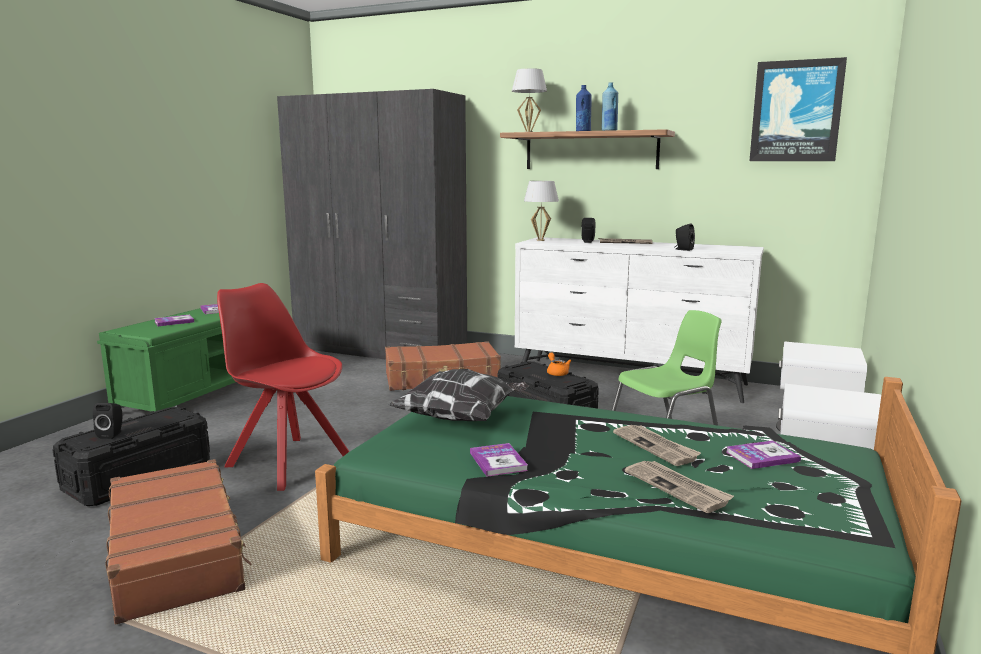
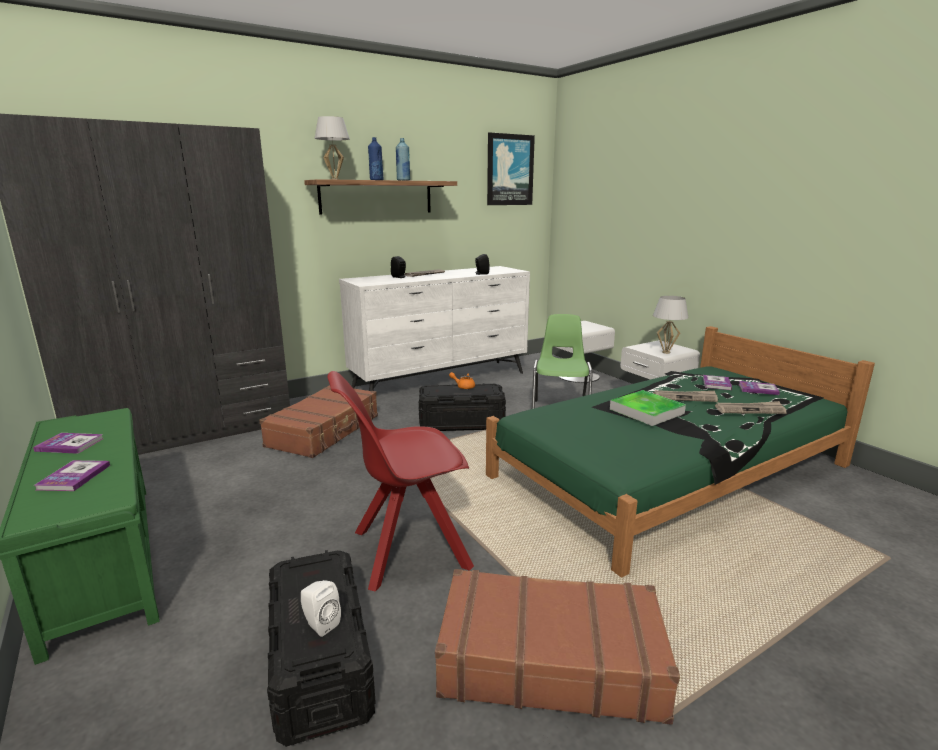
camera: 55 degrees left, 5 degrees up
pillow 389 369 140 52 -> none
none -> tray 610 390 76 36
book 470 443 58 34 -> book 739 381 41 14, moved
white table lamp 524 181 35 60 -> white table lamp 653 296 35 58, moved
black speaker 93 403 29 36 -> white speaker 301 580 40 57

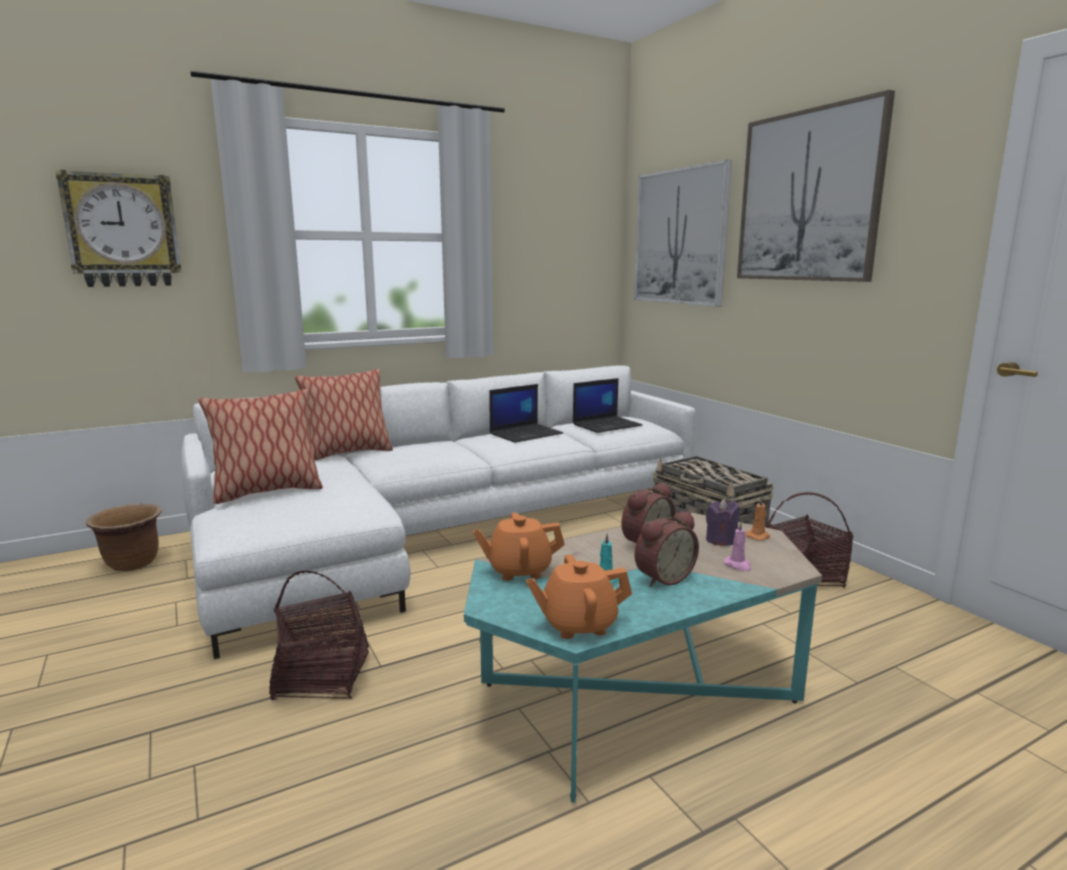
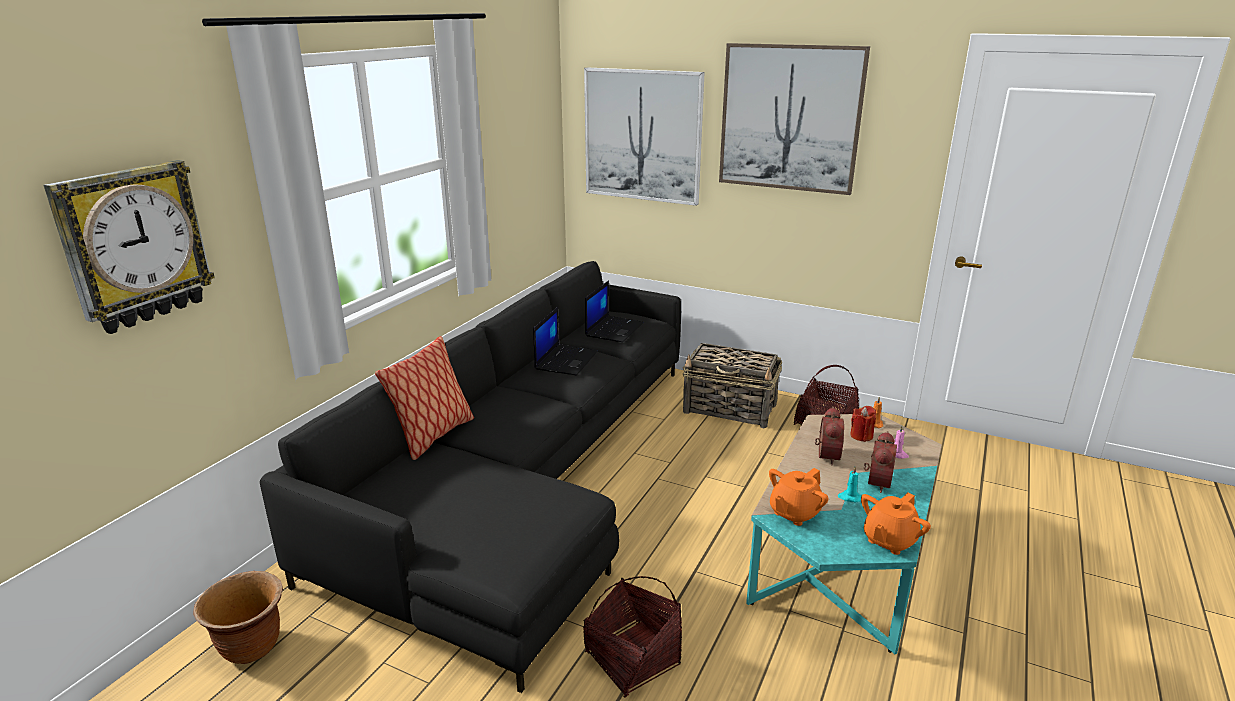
camera: 35 degrees left, 10 degrees up
pillow 198 389 125 115 -> none
white sofa 181 365 514 294 -> black sofa 260 261 421 432
purple candle 706 499 33 47 -> red candle 850 406 26 36

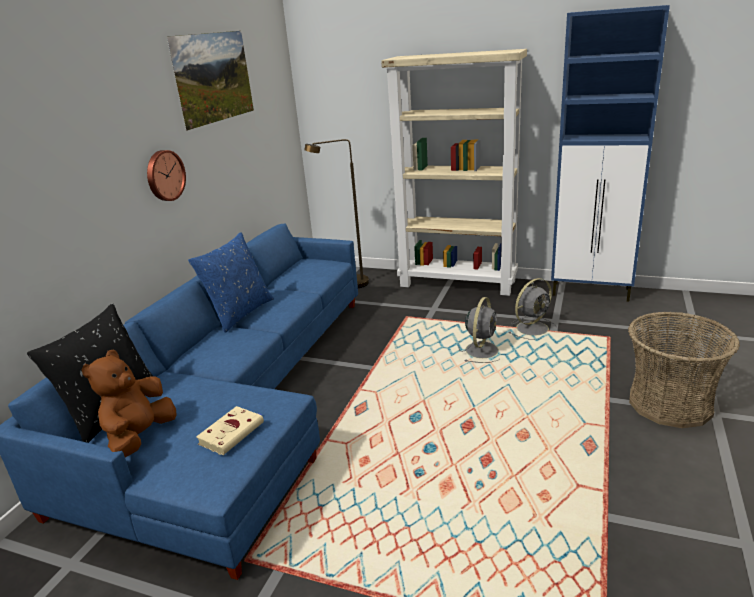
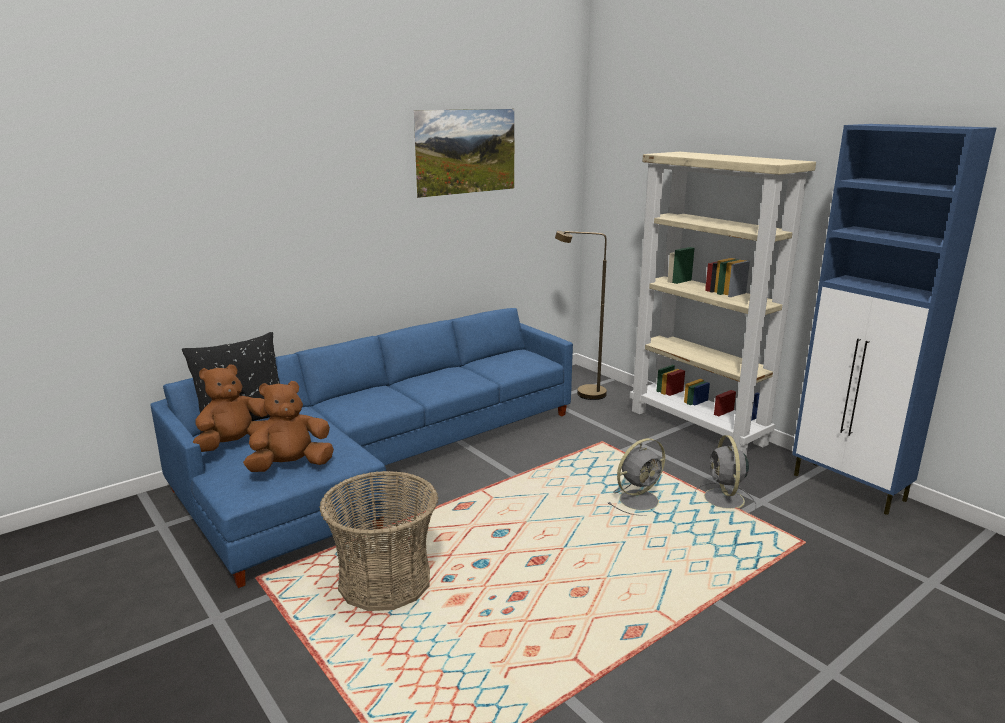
camera: 30 degrees right, 5 degrees down
wall clock 147 150 39 51 -> none
blue pillow 188 232 86 101 -> none
basket 628 312 112 116 -> basket 319 471 119 140, moved
beige book 196 406 68 49 -> brown plush toy 243 381 91 91
grey fan 508 278 50 62 -> grey fan 695 435 62 78, 90 degrees clockwise

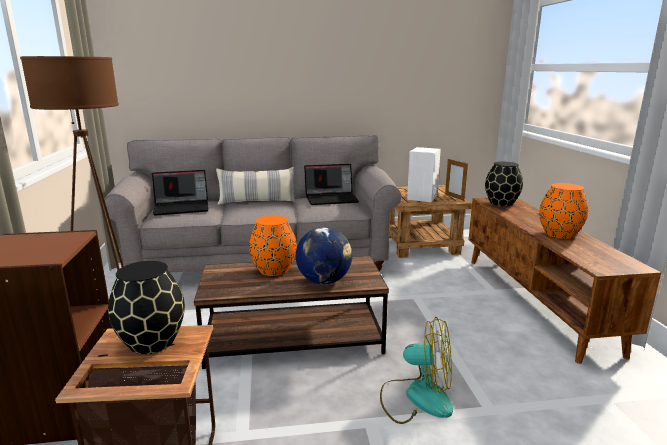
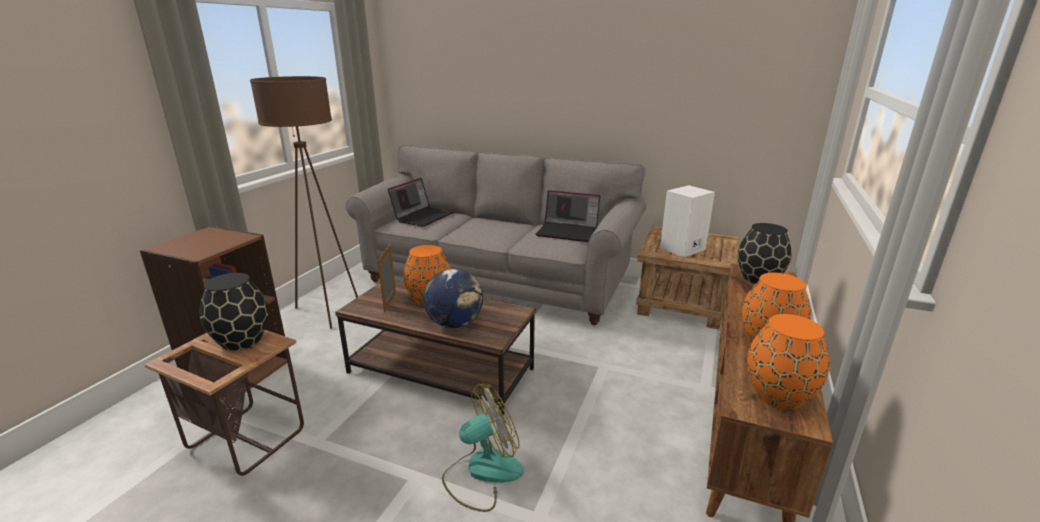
camera: 30 degrees right, 5 degrees up
pillow 216 167 80 38 -> none
none -> orange vase 747 314 83 96
picture frame 445 159 23 42 -> picture frame 378 244 18 69, moved
laptop 152 170 57 46 -> laptop 388 178 65 49, 75 degrees counterclockwise
fan 380 317 73 107 -> fan 442 384 82 128, 75 degrees counterclockwise

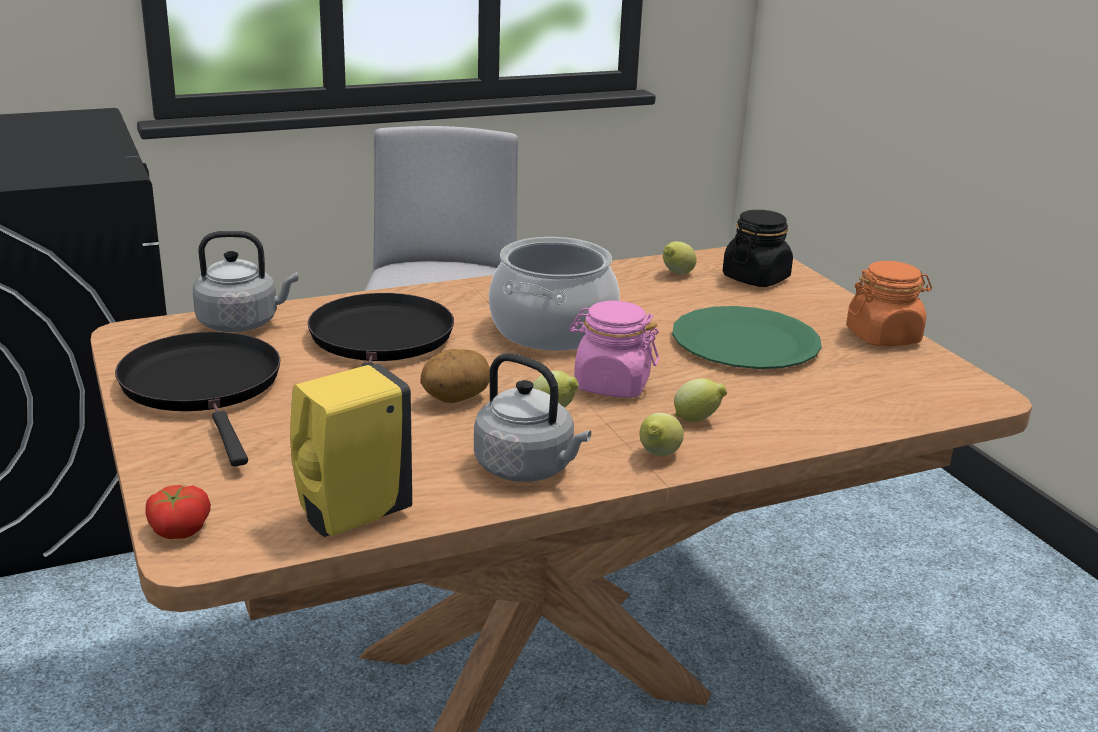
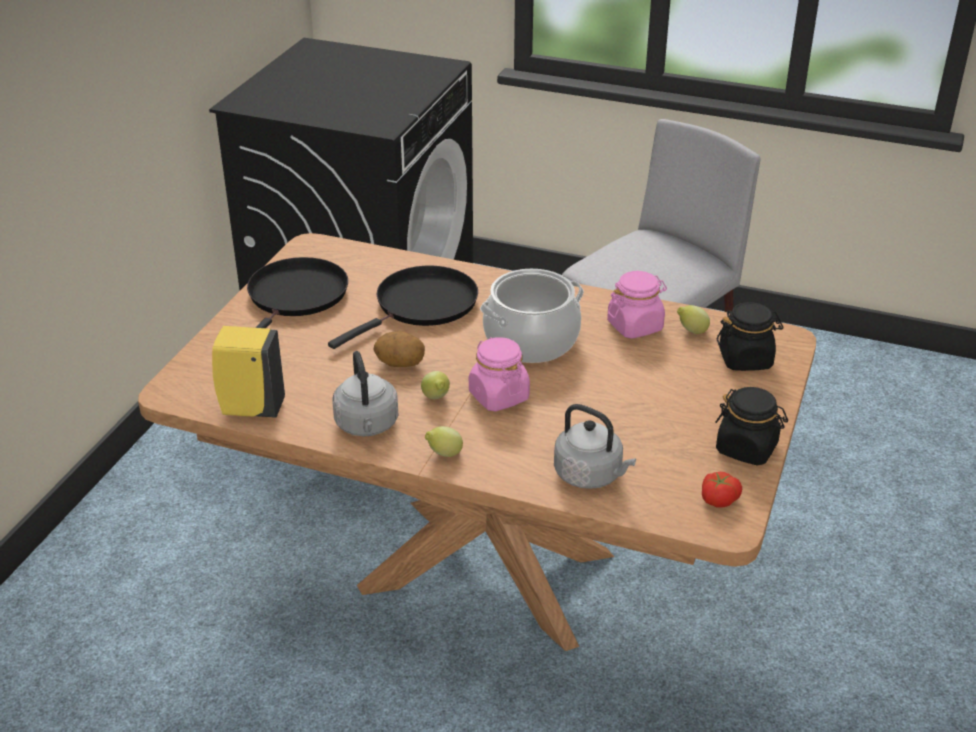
camera: 45 degrees right, 10 degrees up
green plate 672 306 150 63 -> none
lemon 674 378 53 44 -> none
none -> pink jar 607 271 60 68
tomato 146 485 65 54 -> tomato 702 472 40 36, moved
grey kettle 193 231 105 101 -> grey kettle 554 404 82 85, moved
orange jar 846 261 86 85 -> black jar 715 387 73 78

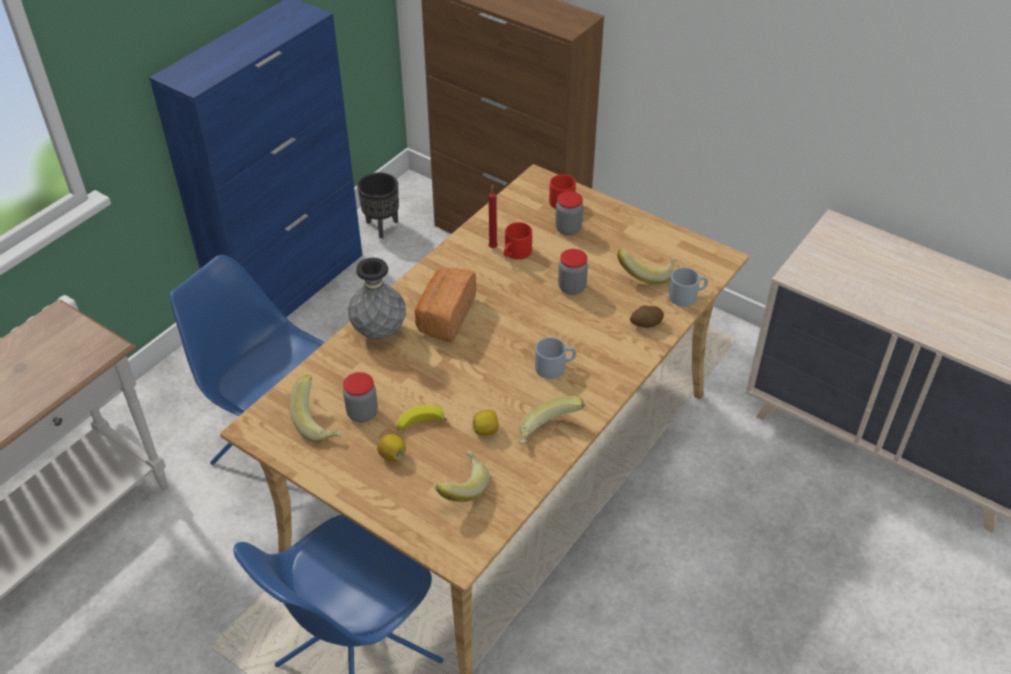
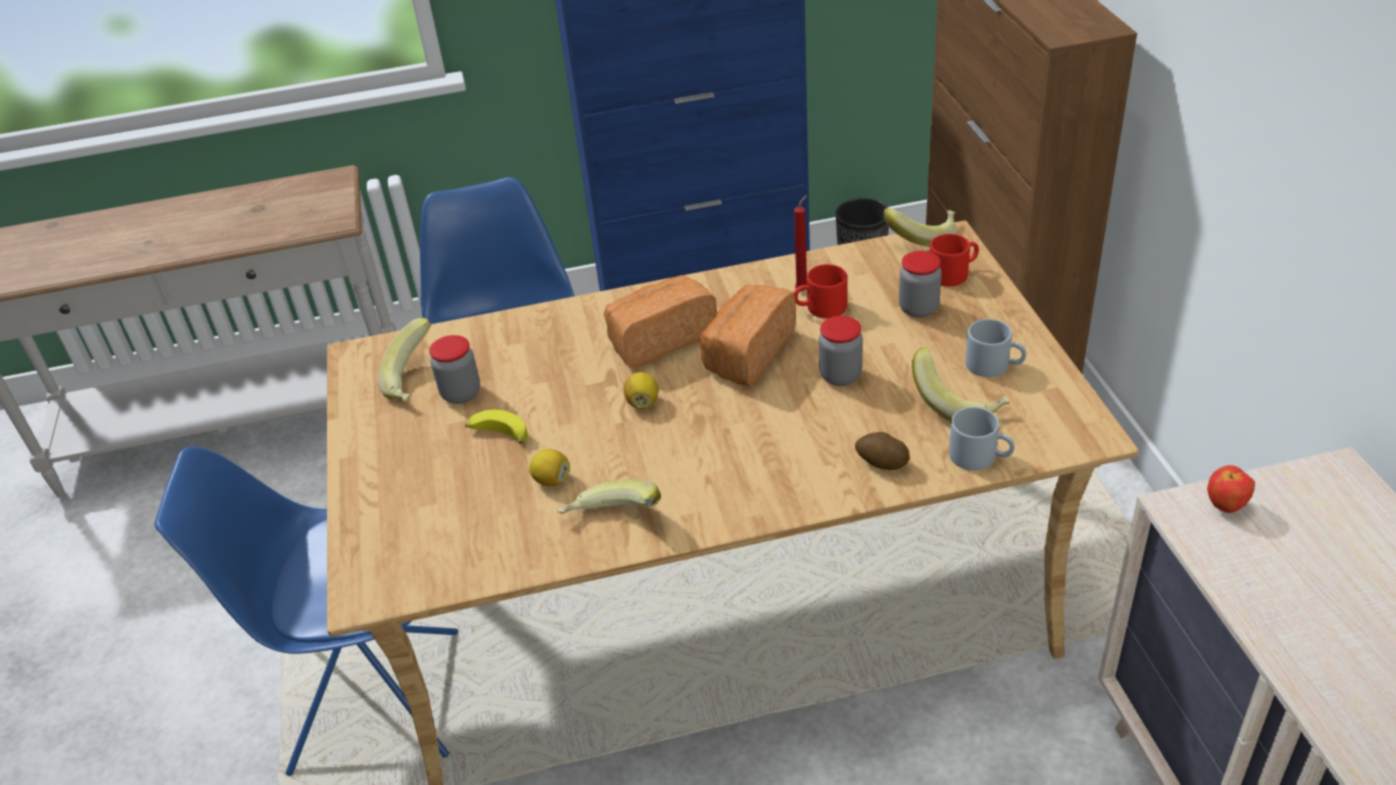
camera: 45 degrees right, 5 degrees down
grey vase 348 258 58 81 -> none
none -> bread 699 285 97 102
none -> apple 1207 465 48 48
lemon 377 434 29 28 -> lemon 623 372 36 37, moved
banana 435 451 55 51 -> banana 883 207 75 40, moved
grey mug 535 337 41 42 -> grey mug 965 319 61 58, moved

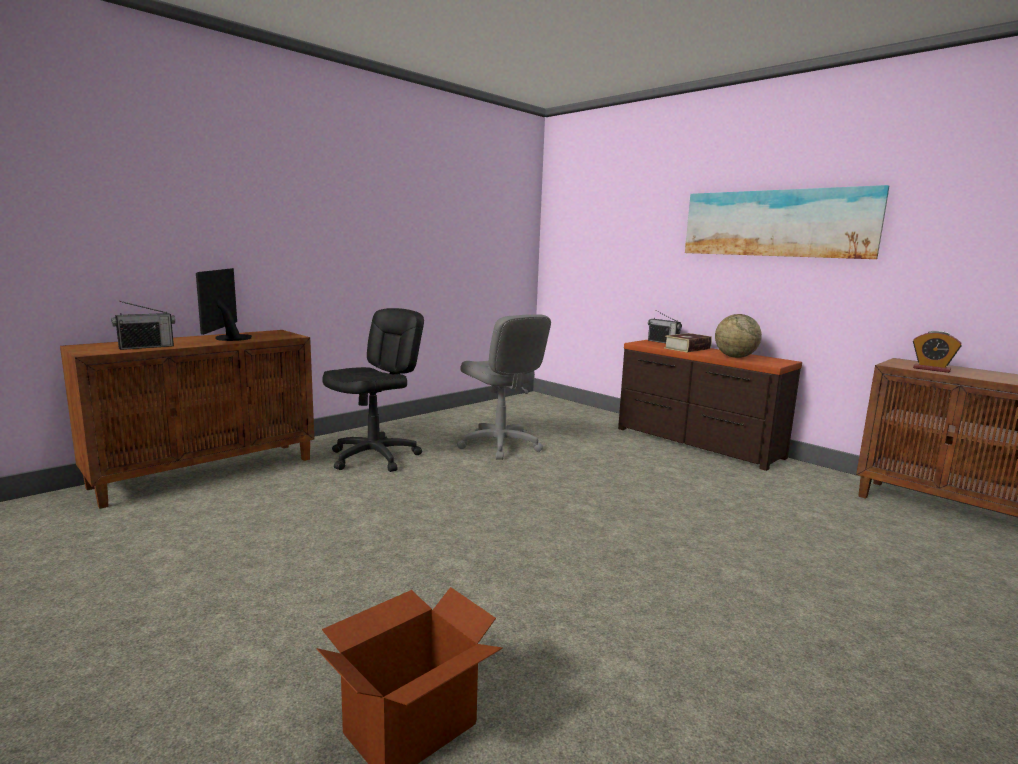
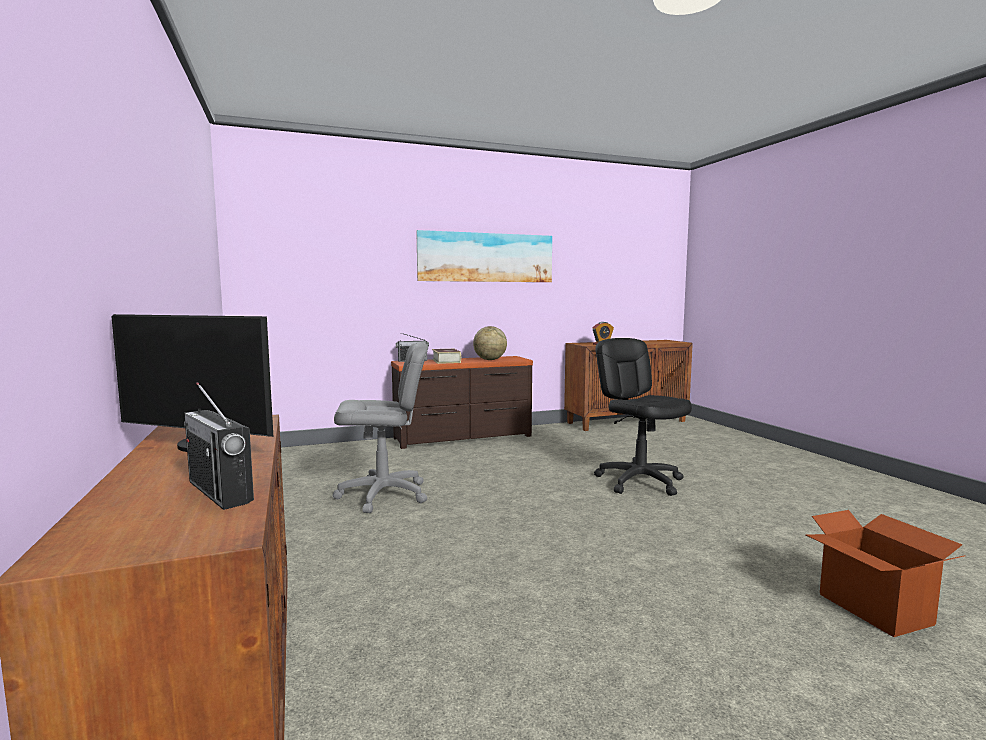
camera: 65 degrees left, 5 degrees down
black office chair 322 308 102 164 -> black office chair 594 338 98 158, moved
radio 111 301 64 49 -> radio 184 382 70 128, 150 degrees clockwise

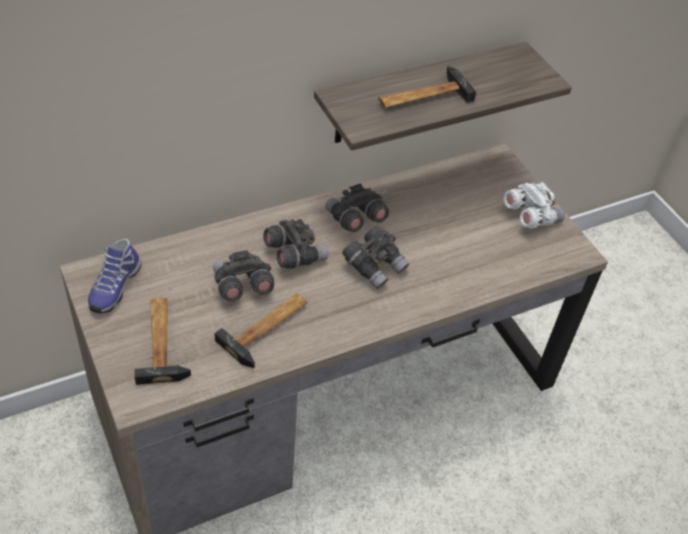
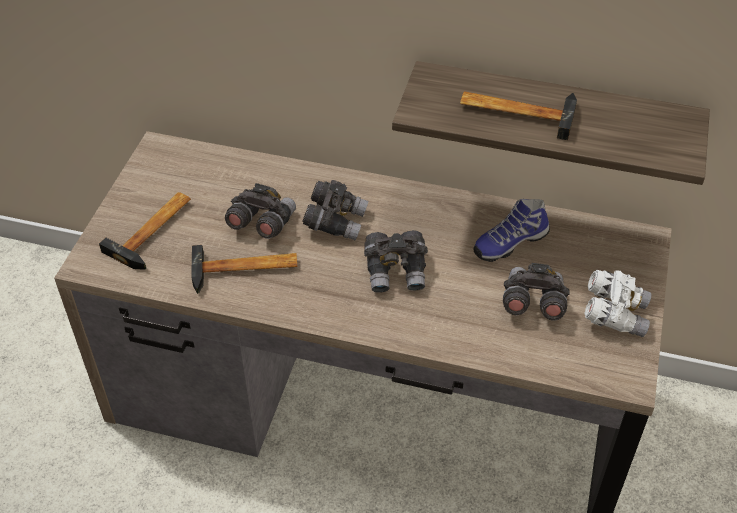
camera: 45 degrees right, 0 degrees up
shoe 88 238 53 76 -> shoe 473 199 77 63, moved
grey binoculars 326 183 63 49 -> grey binoculars 503 263 67 57, moved

